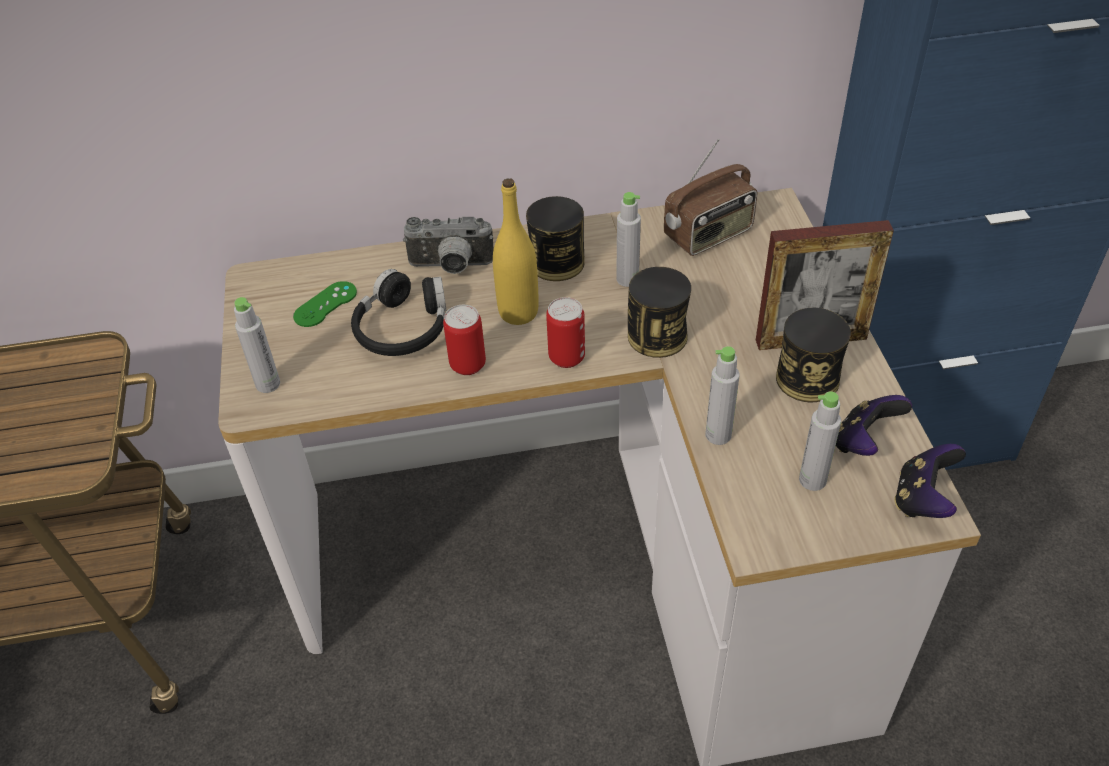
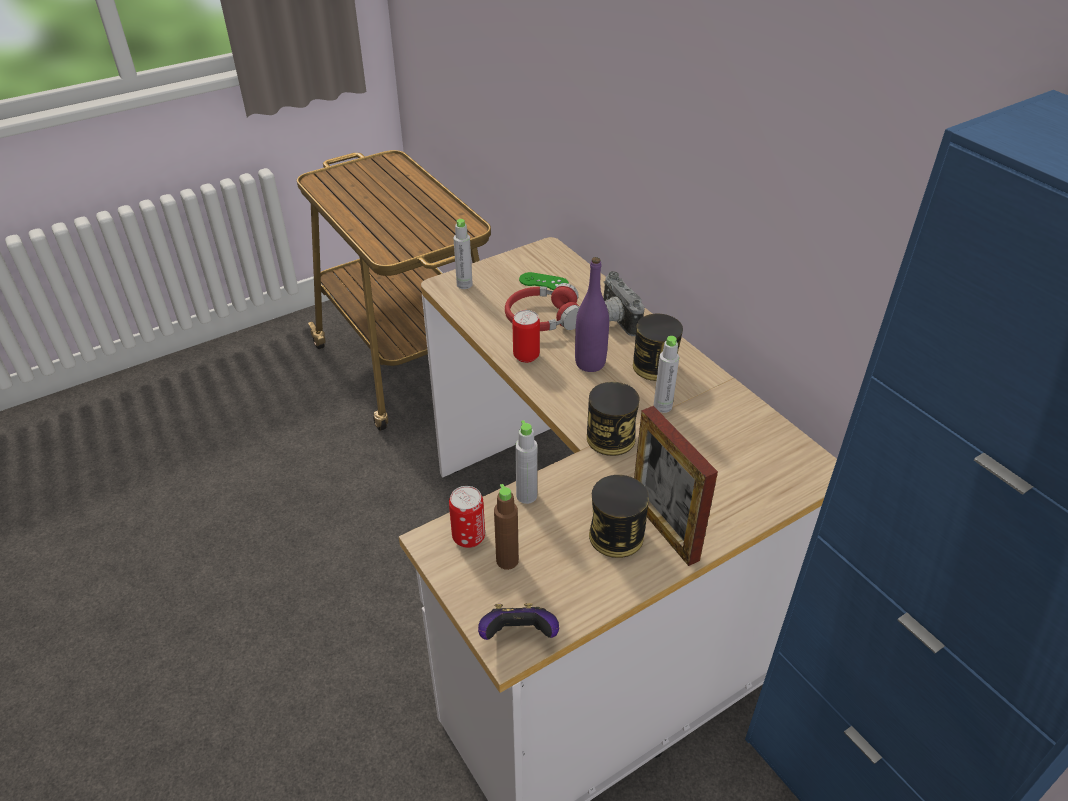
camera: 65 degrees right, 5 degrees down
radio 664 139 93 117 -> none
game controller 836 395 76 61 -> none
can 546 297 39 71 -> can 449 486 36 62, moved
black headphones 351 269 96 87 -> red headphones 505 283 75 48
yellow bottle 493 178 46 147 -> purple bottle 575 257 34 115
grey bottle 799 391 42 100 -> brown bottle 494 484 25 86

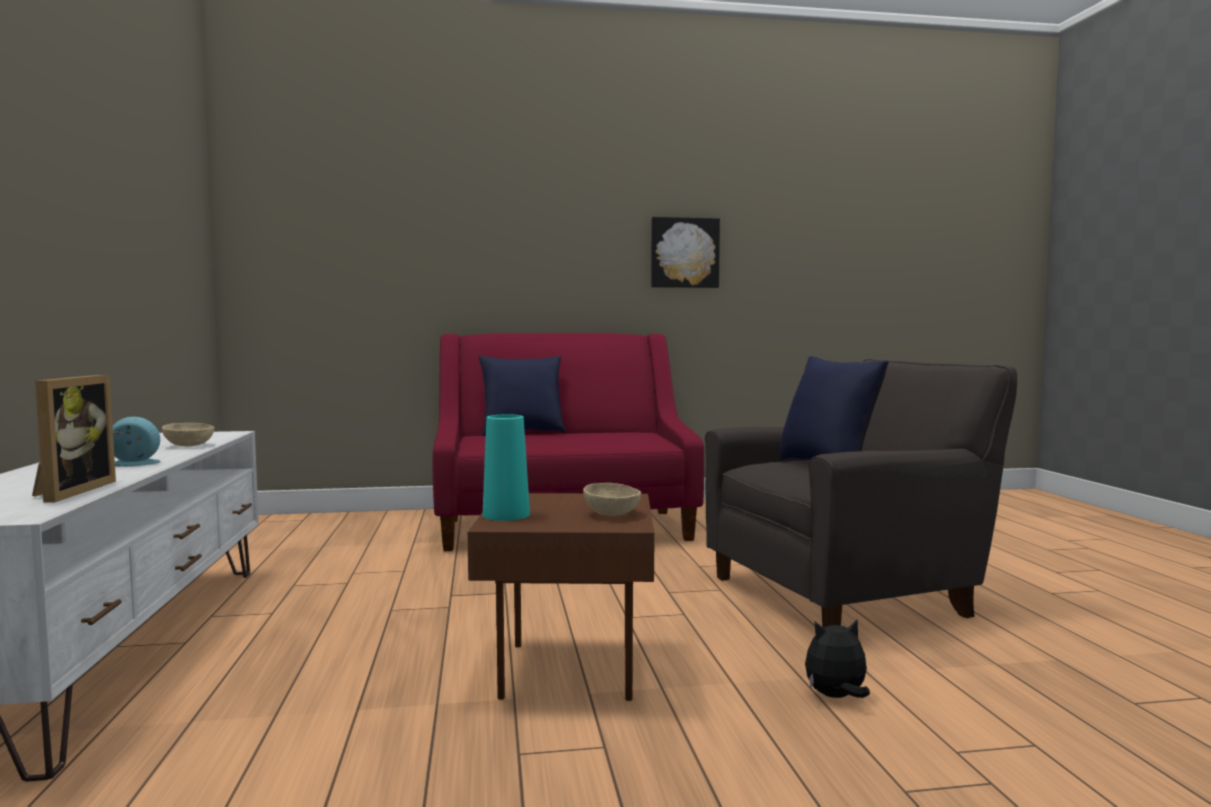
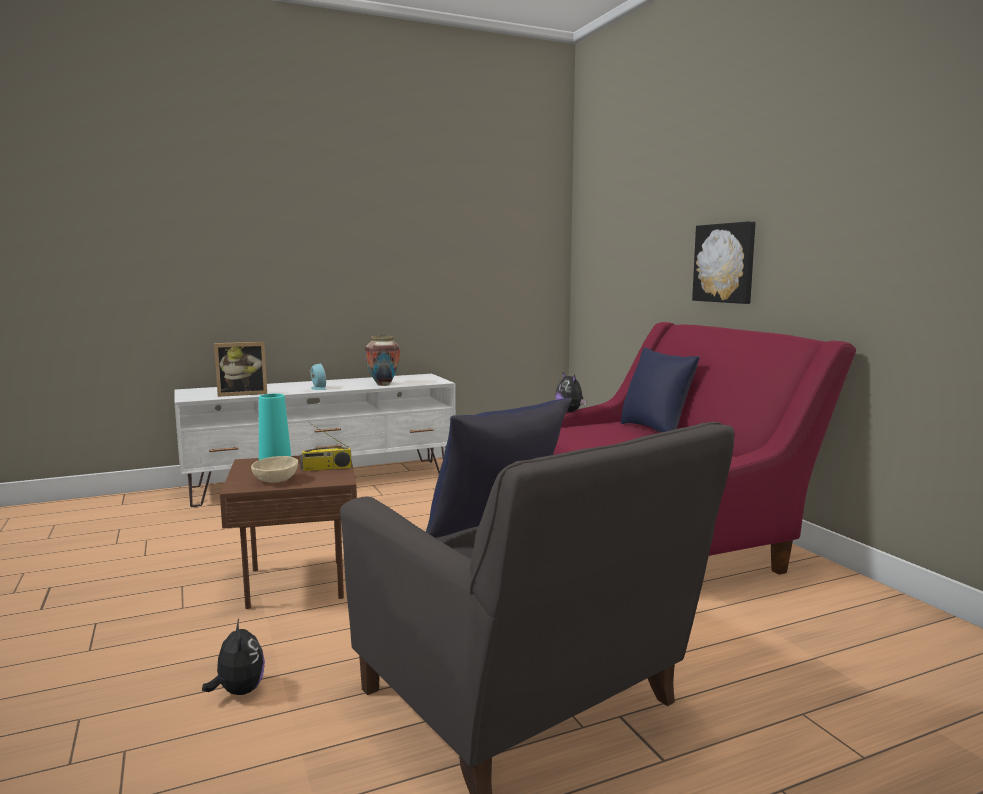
camera: 75 degrees right, 5 degrees up
none -> radio 300 422 52 49
none -> plush toy 556 372 31 40
picture 651 217 69 71 -> picture 692 221 64 83, moved
beige bowl 162 423 52 23 -> vase 365 336 35 50

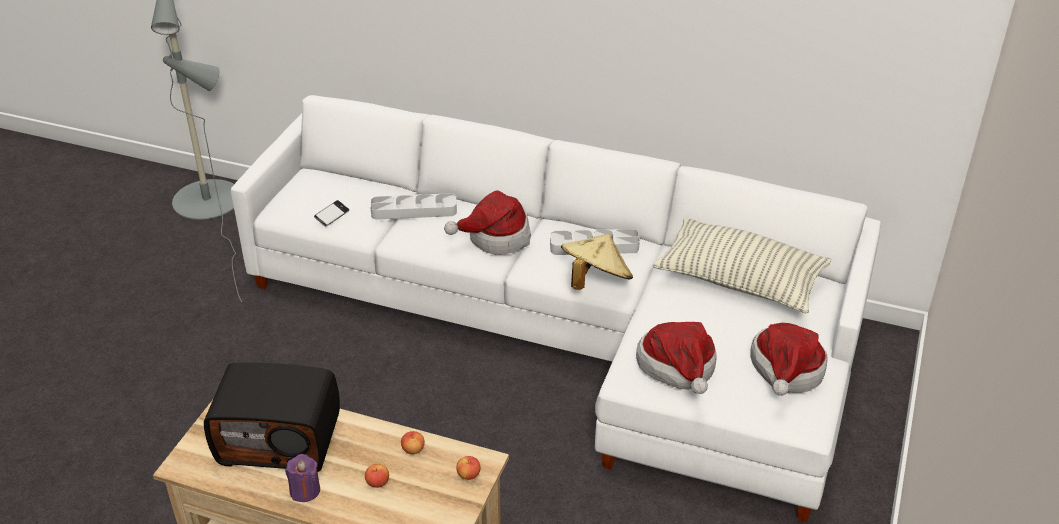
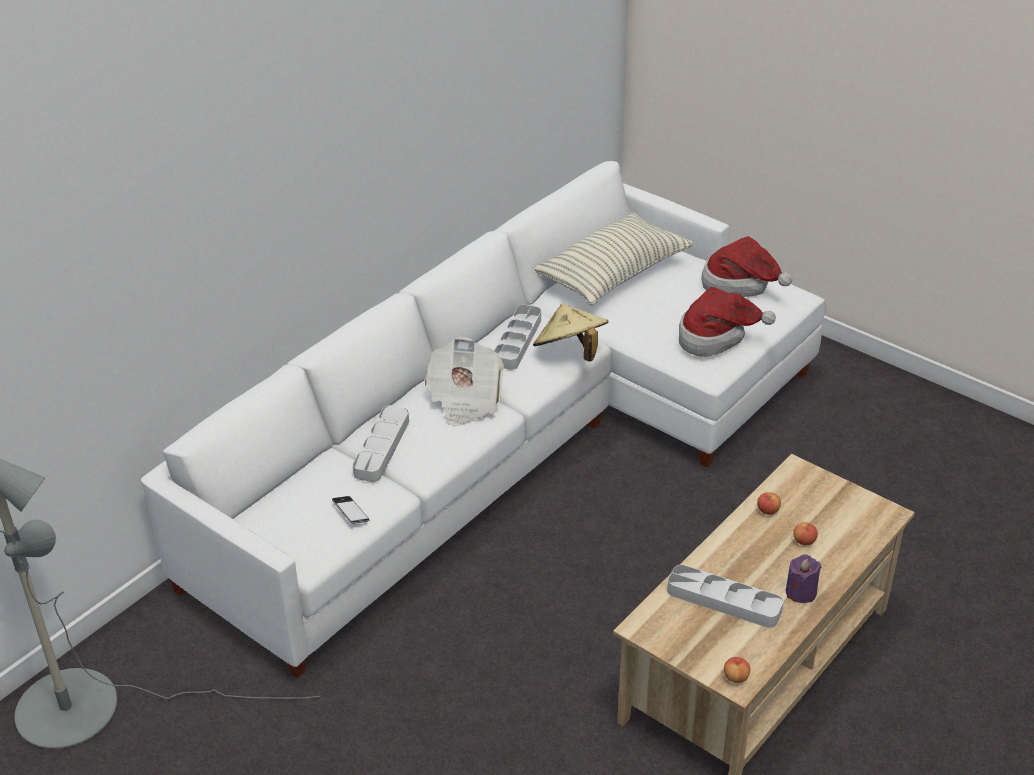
camera: 70 degrees left, 0 degrees up
apple 456 456 25 24 -> apple 724 657 26 26, moved
radio 204 362 136 110 -> grey tray 667 565 116 63
hat 444 190 87 65 -> newspaper 424 336 80 91

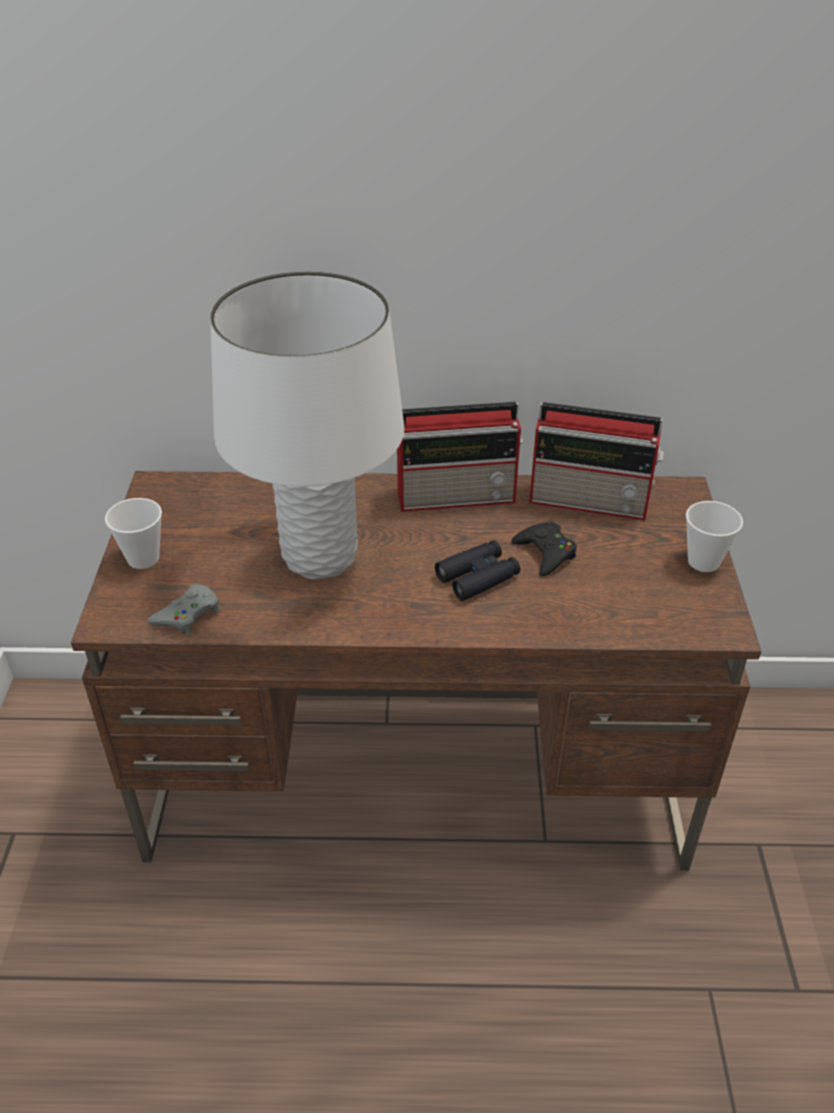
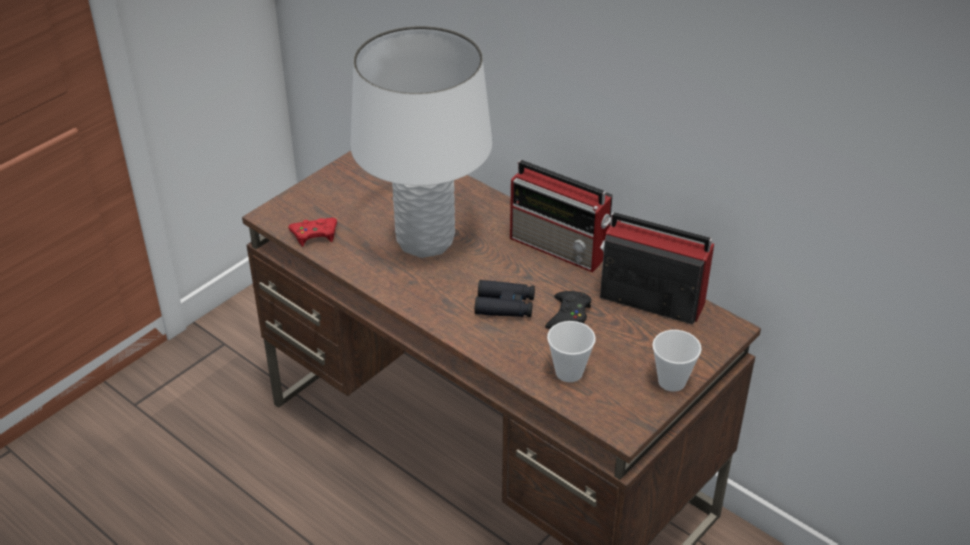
camera: 40 degrees right, 0 degrees up
cup 105 498 57 71 -> cup 547 321 49 61, moved
grey game controller 147 584 73 51 -> red game controller 288 218 49 29
radio 529 402 135 118 -> radio 600 212 114 112, 150 degrees clockwise

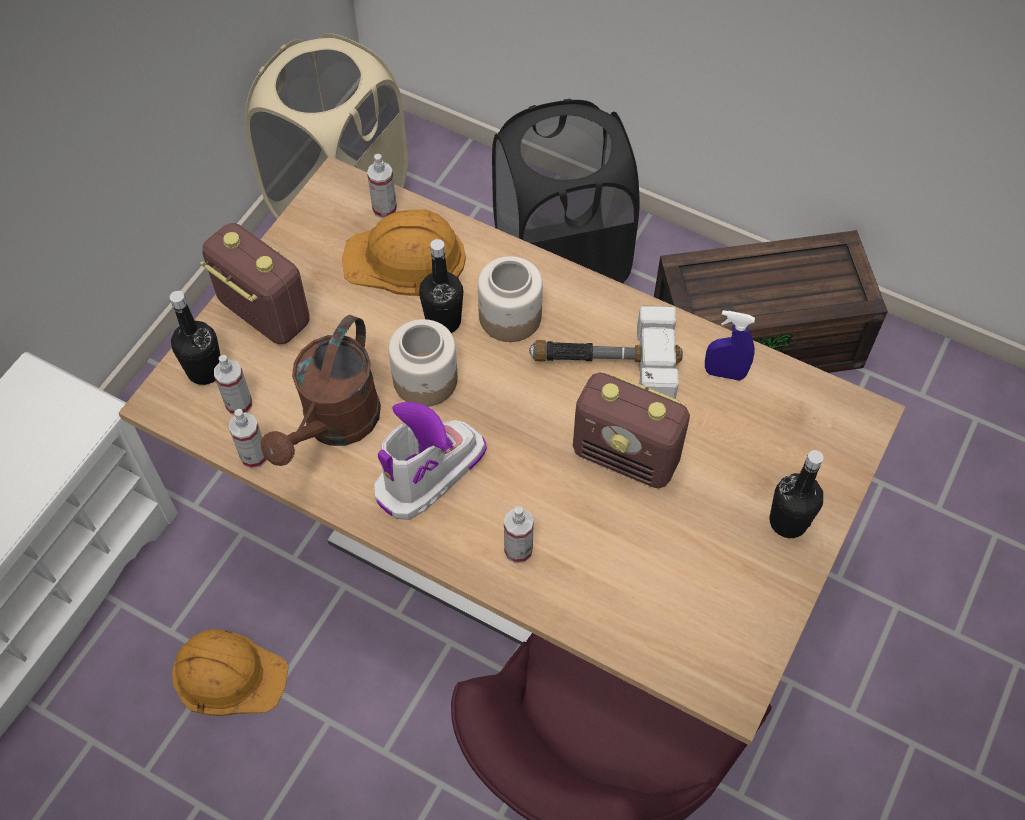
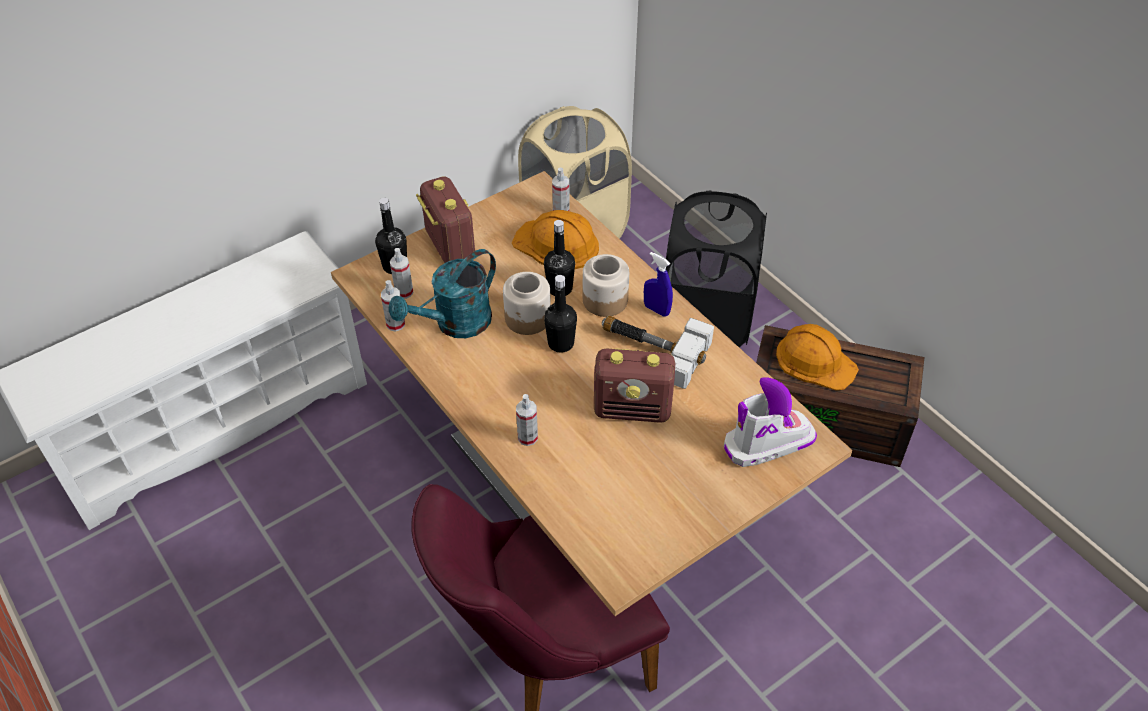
camera: 25 degrees right, 10 degrees down
orange hard hat 172 629 117 87 -> orange hard hat 776 324 83 66, moved
boot 374 402 112 118 -> boot 724 377 93 90, moved
blue spray bottle 705 310 50 71 -> blue spray bottle 644 252 29 65, moved
black bottle 770 450 54 88 -> black bottle 544 275 33 78, moved
brown watering can 261 315 120 151 -> turquoise watering can 389 249 107 89
radio 573 372 117 116 -> radio 594 348 81 75, 45 degrees counterclockwise

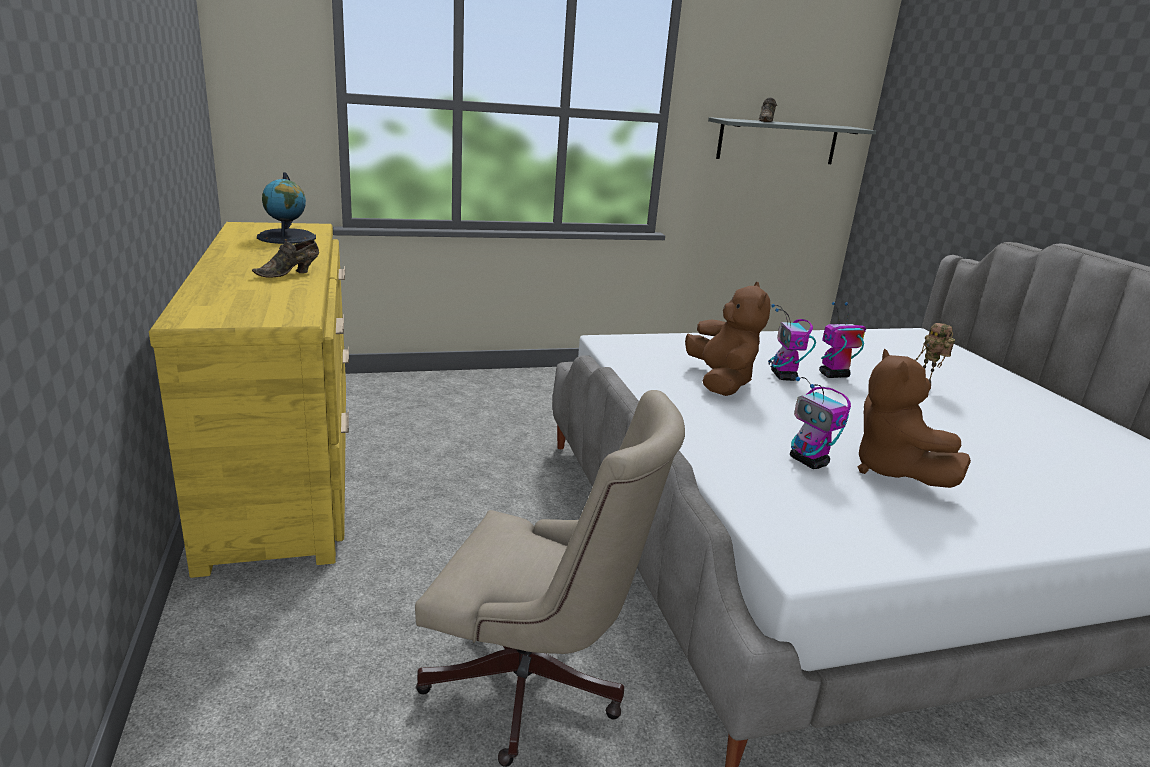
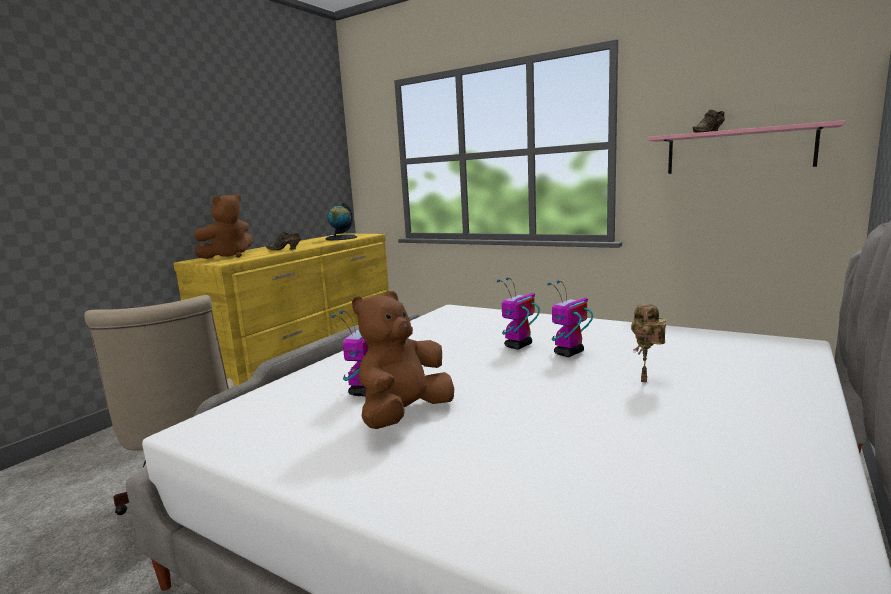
camera: 50 degrees right, 10 degrees down
brown plush toy 685 282 86 114 -> brown plush toy 194 193 59 66, moved
grey shelf 708 117 168 47 -> pink shelf 647 120 198 54
toy robot 819 302 47 76 -> toy robot 547 280 46 77, 75 degrees counterclockwise

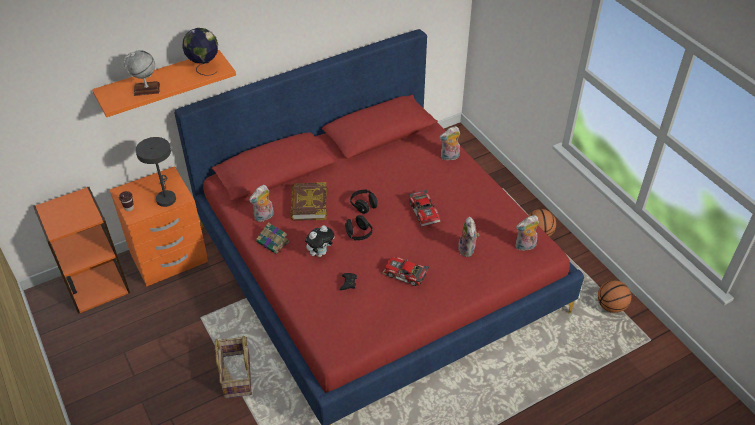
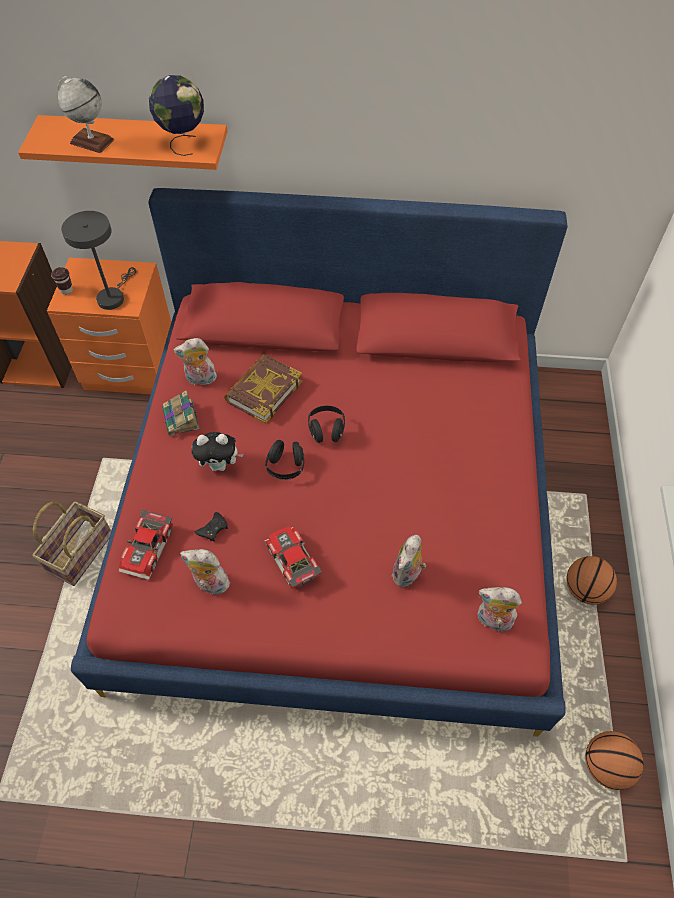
camera: 35 degrees right, 10 degrees up
toy car 409 190 31 36 -> toy car 119 510 54 70, moved
plush toy 439 126 21 35 -> plush toy 180 549 50 48, moved

